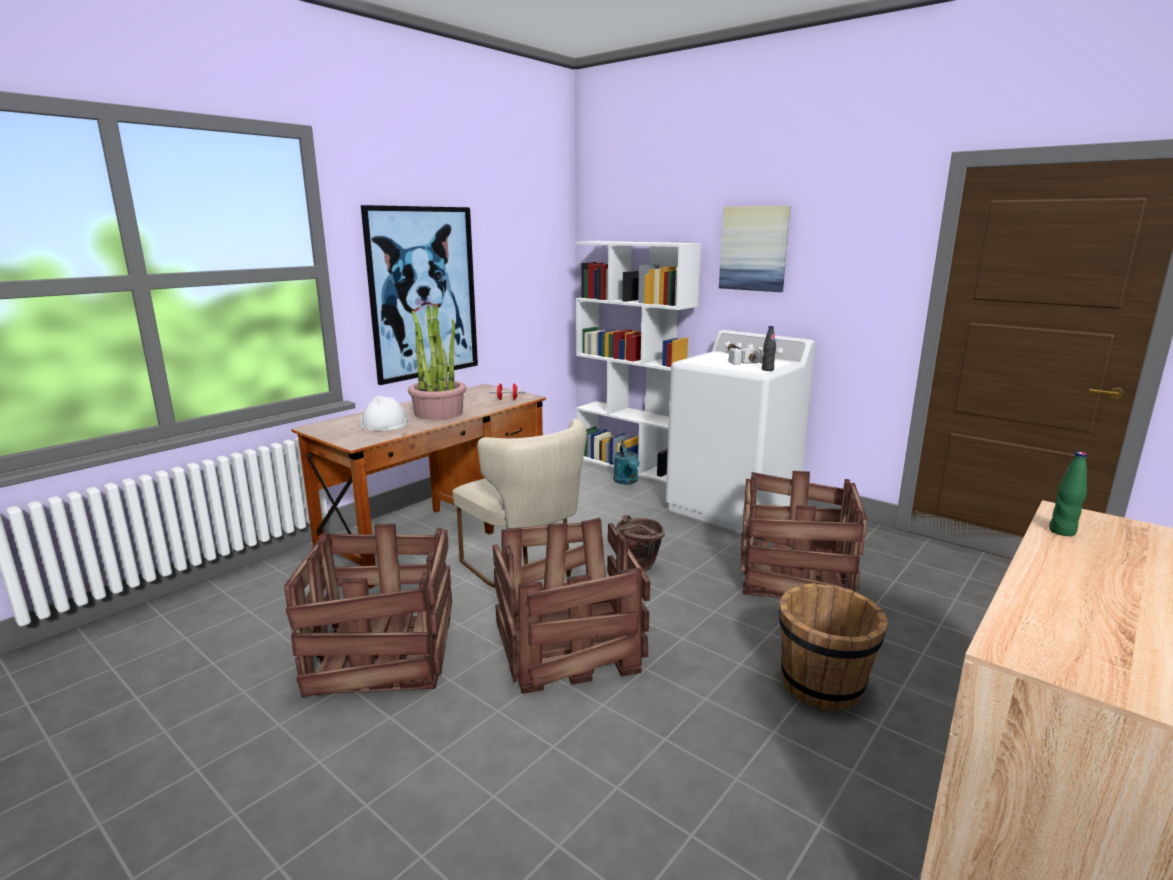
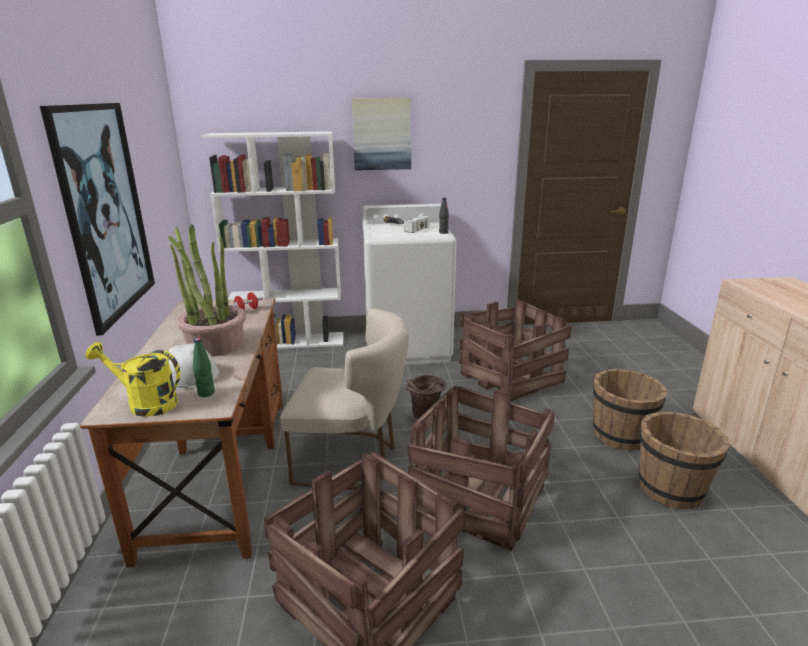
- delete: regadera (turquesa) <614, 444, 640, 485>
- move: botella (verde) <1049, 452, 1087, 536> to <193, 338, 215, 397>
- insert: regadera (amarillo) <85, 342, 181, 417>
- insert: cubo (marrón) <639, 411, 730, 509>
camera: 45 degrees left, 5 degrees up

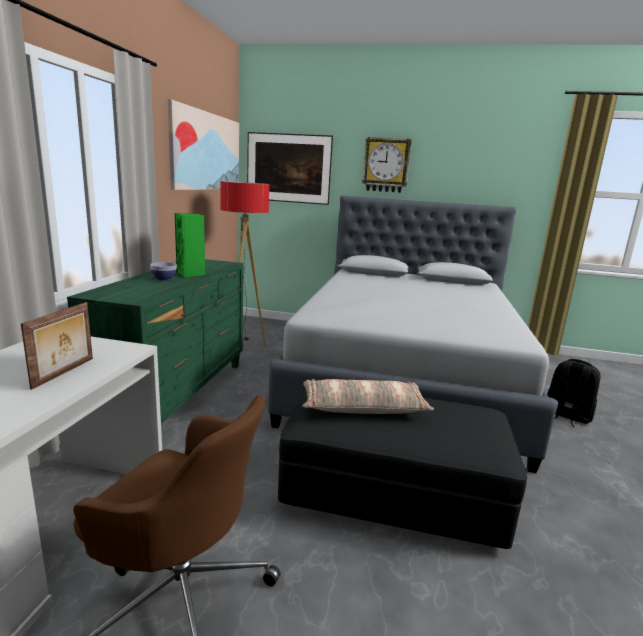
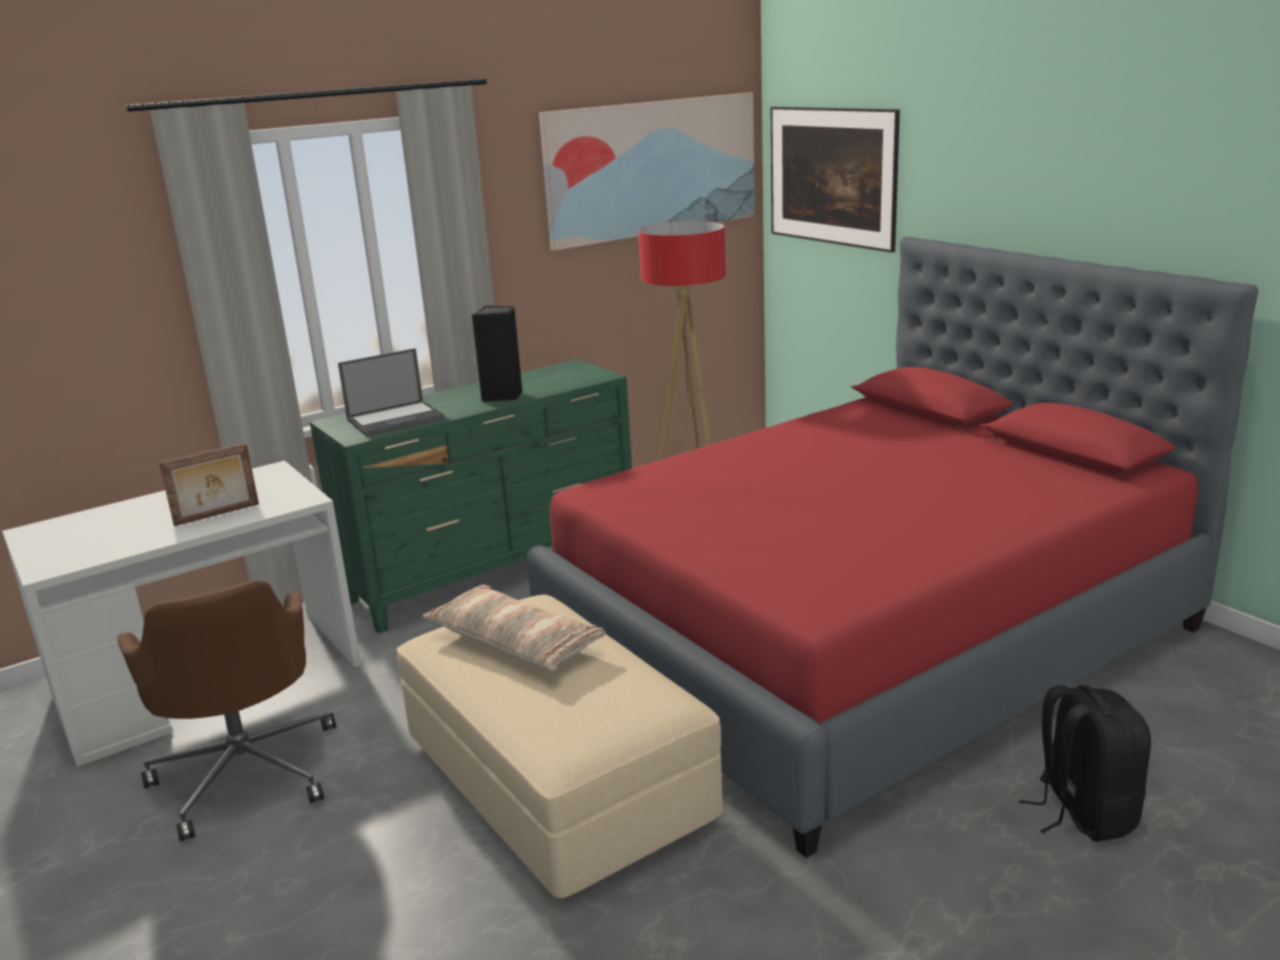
- delete: cuenco <150, 262, 177, 281>
- recolor: altavoz (verde) <175, 213, 205, 277> to altavoz (negro) <472, 306, 523, 402>
- recolor: cama (gris) <268, 195, 558, 473> to cama (rojo) <527, 236, 1258, 858>
- recolor: puf (negro) <278, 390, 527, 549> to puf (beis) <397, 594, 723, 898>
- delete: reloj de pared <362, 137, 412, 193>
- insert: portátil <338, 348, 445, 437>
camera: 45 degrees right, 5 degrees up

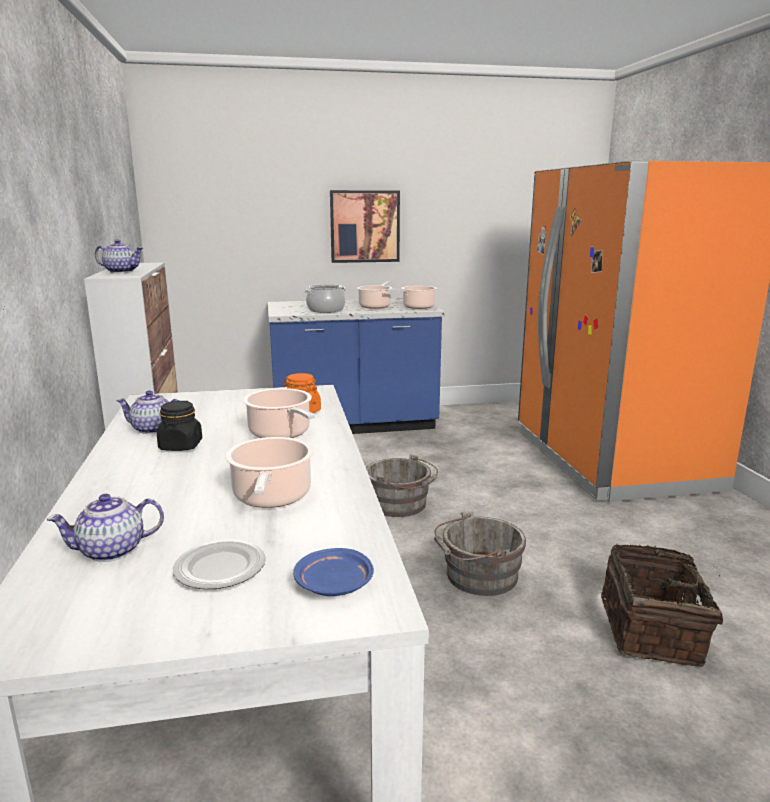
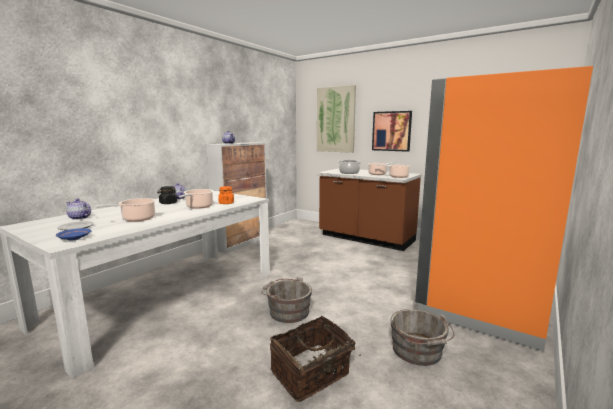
- recolor: mueble bajo de cocina (azul) <268, 298, 445, 434> to mueble bajo de cocina (marrón) <318, 169, 422, 251>
- move: cubo (gris) <366, 454, 438, 517> to <390, 309, 454, 366>
- insert: cuadro <317, 85, 356, 153>
camera: 45 degrees right, 5 degrees down

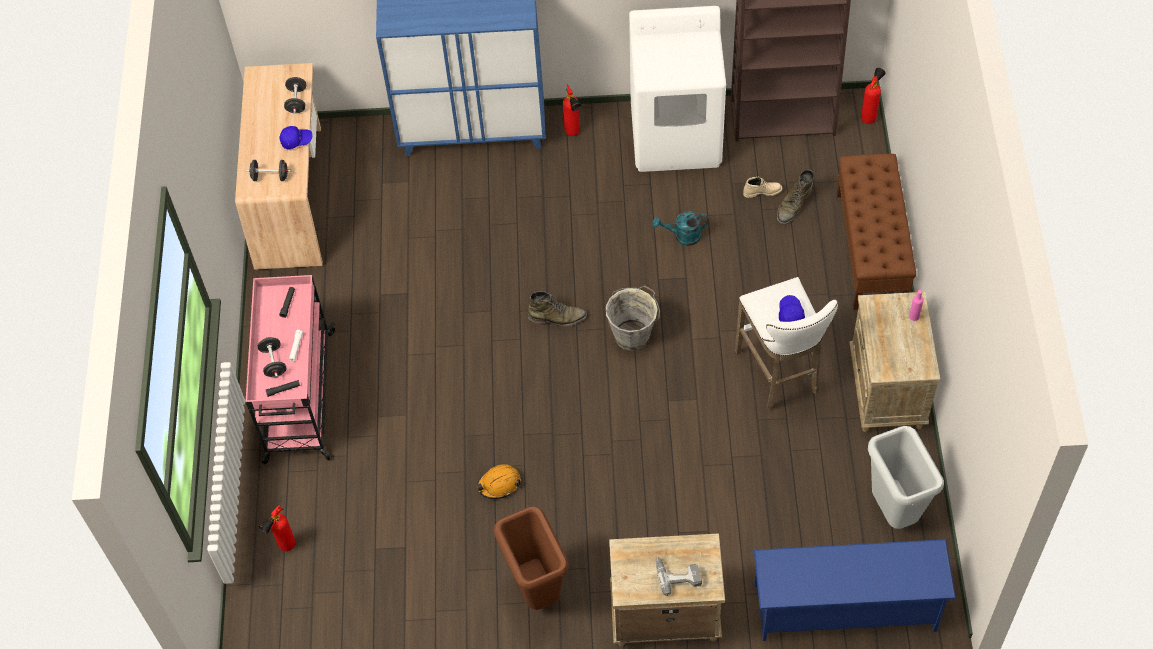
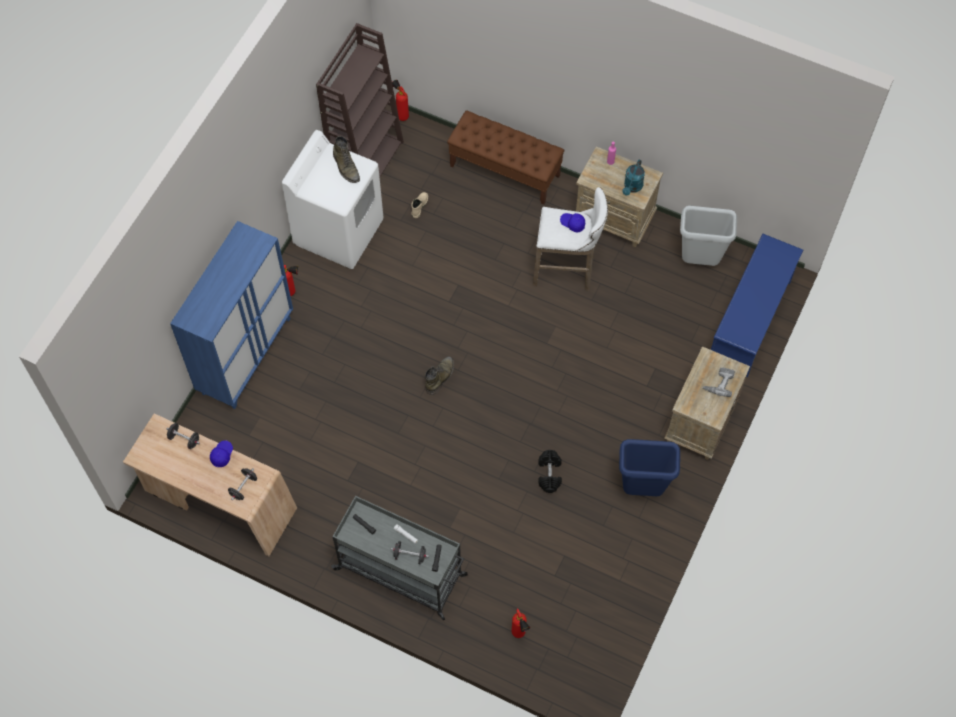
- recolor: carrito (rosa) <245, 275, 335, 464> to carrito (gris) <331, 496, 468, 621>
- replace: casco (naranja) <476, 464, 521, 499> to mancuerna (negro) <538, 450, 562, 493>
- recolor: papelera (marrón) <494, 506, 569, 610> to papelera (azul) <619, 439, 680, 496>
- delete: cubo (gris) <606, 285, 660, 351>
- move: regadera (turquesa) <653, 211, 708, 246> to <622, 160, 645, 195>
- move: bota (verde) <777, 170, 814, 225> to <333, 136, 360, 183>
camera: 65 degrees left, 5 degrees up

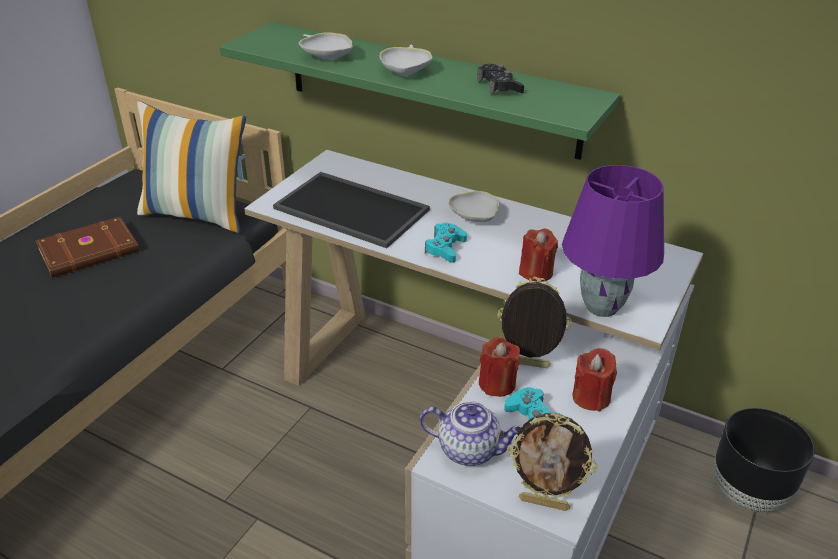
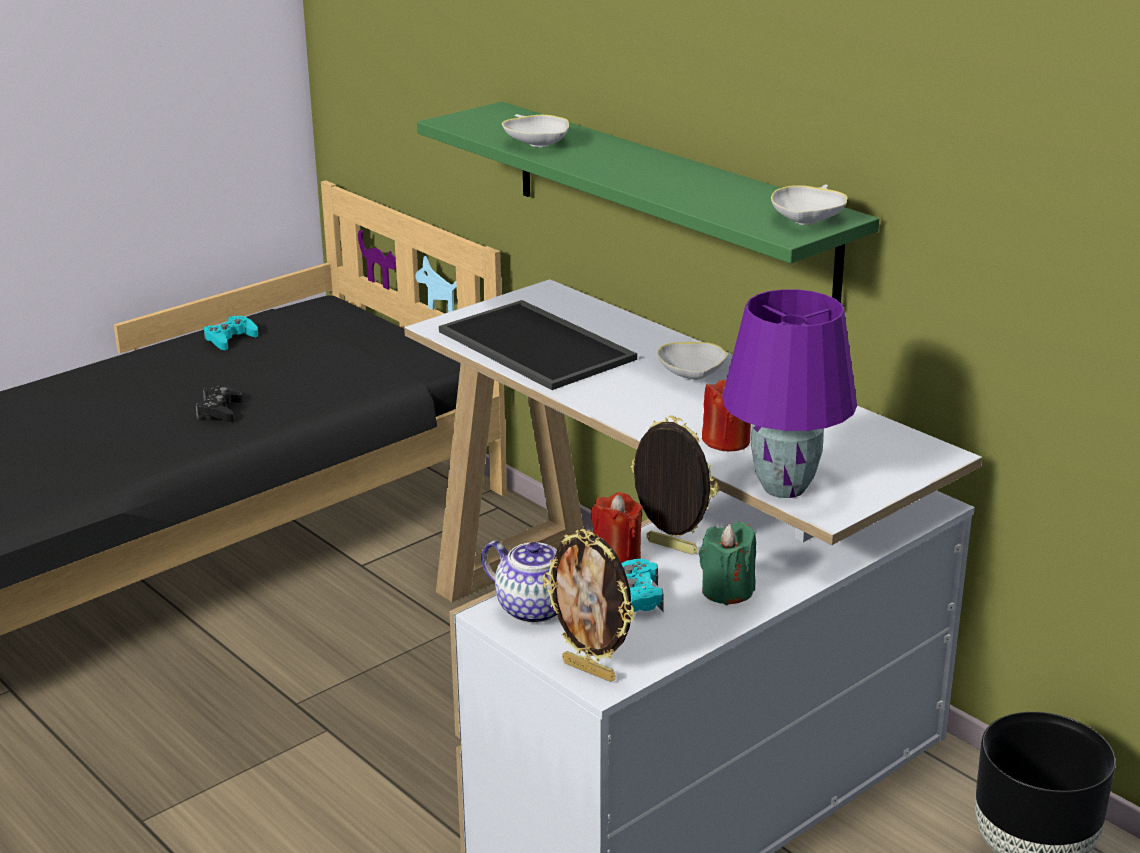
- delete: libro (marrón) <36, 217, 139, 278>
- delete: cojín <137, 101, 246, 233>
- move: cuenco (blanco) <380, 45, 432, 76> to <771, 185, 847, 225>
- move: mando de consola (turquesa) <425, 223, 467, 263> to <204, 316, 258, 350>
- move: mando de consola (negro) <477, 64, 524, 95> to <196, 385, 243, 422>
- recolor: vela (rojo) <572, 348, 617, 412> to vela (verde) <699, 522, 756, 605>
camera: 20 degrees right, 10 degrees down

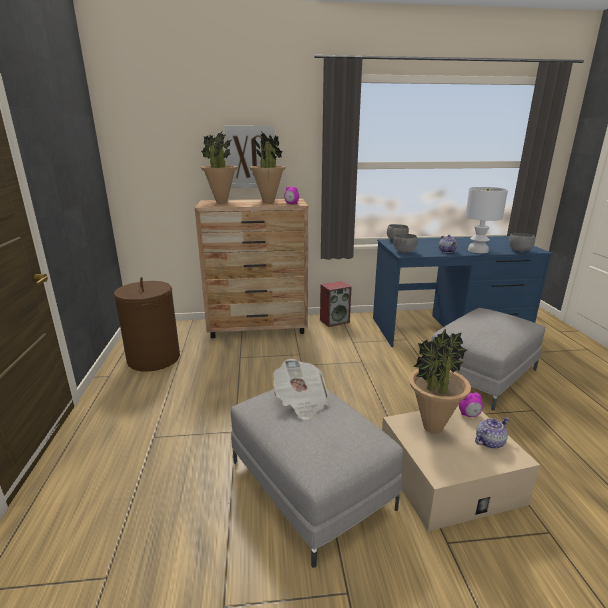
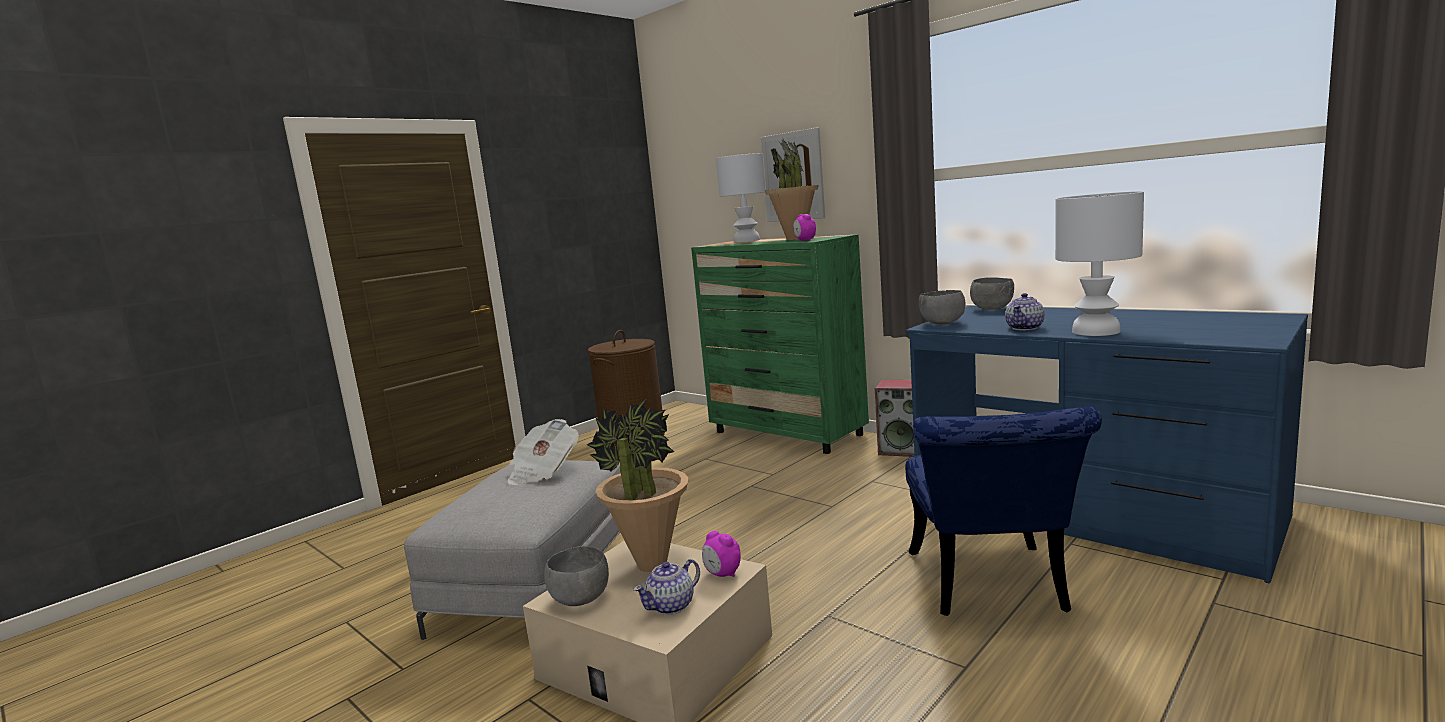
- recolor: cómoda (marrón) <195, 199, 308, 338> to cómoda (verde) <691, 235, 869, 454>
- replace: planta en maceta <201, 132, 237, 203> to lámpara de mesa (blanco) <716, 153, 766, 242>
- replace: puf (gris) <431, 308, 545, 411> to silla (azul) <905, 407, 1102, 616>
- rotate: tetera <475, 417, 509, 449> = <633, 559, 700, 615> 120 degrees clockwise
- move: cuenco (gris) <509, 233, 535, 252> to <544, 546, 609, 606>
camera: 50 degrees right, 10 degrees down

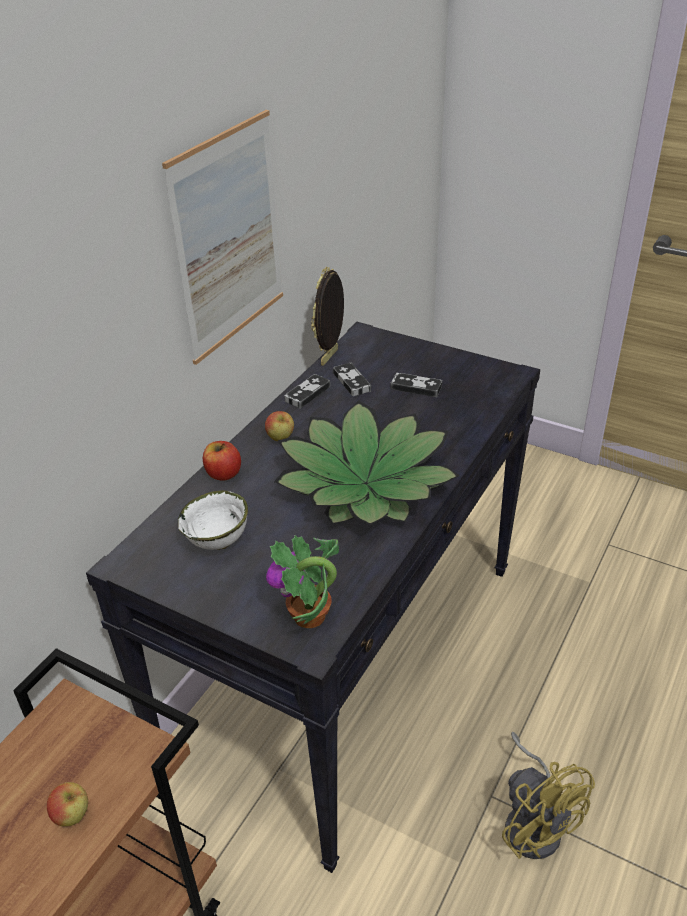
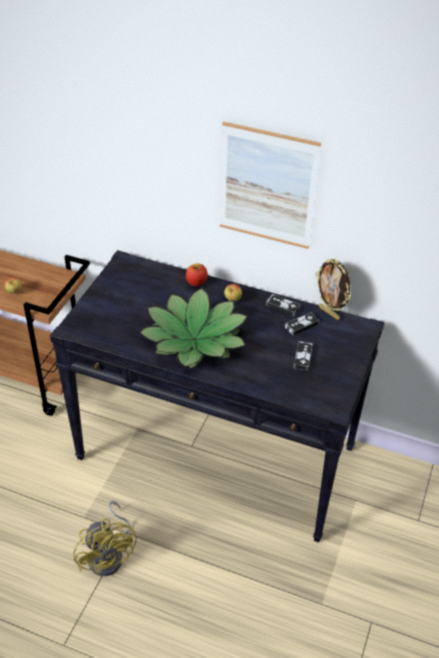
- delete: cuenco (blanco) <178, 490, 248, 550>
- delete: planta en maceta <266, 535, 339, 628>
- rotate: portarretratos <311, 267, 344, 366> = <316, 259, 351, 320> 150 degrees counterclockwise
- rotate: ventilador (amarillo) <502, 732, 595, 859> = <73, 501, 137, 576> 75 degrees counterclockwise
camera: 80 degrees right, 5 degrees up

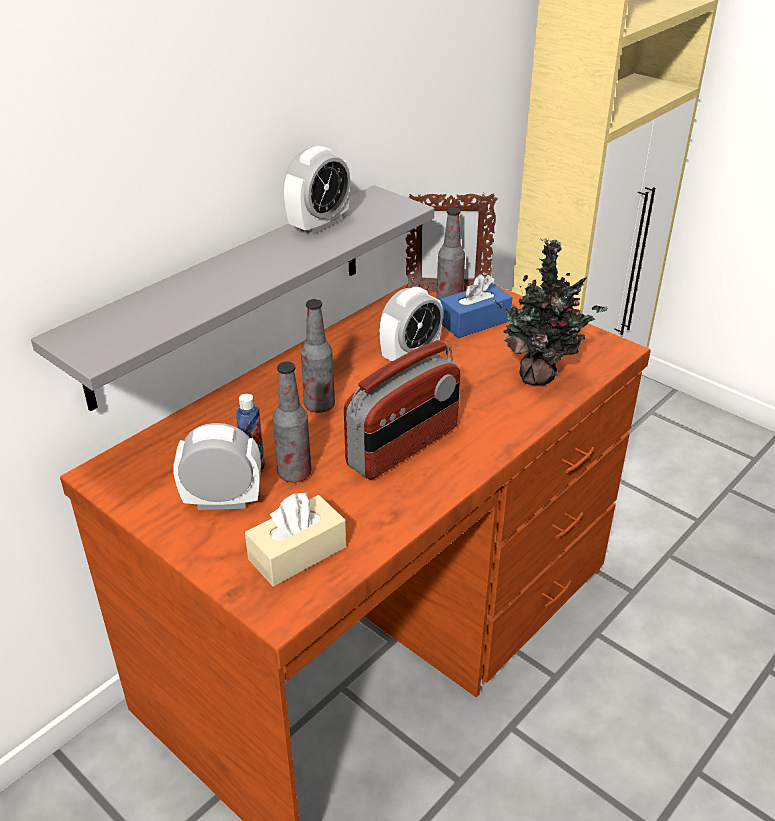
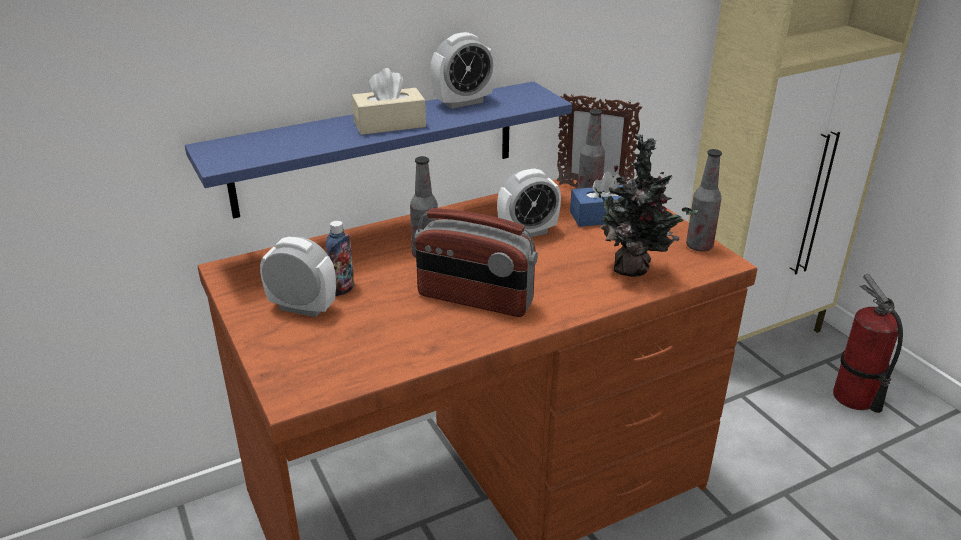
- recolor: estante (gris) <31, 185, 434, 411> to estante (azul) <185, 81, 572, 219>
- move: caja de pañuelos (beis) <245, 492, 346, 586> to <352, 68, 426, 135>
- move: botella <273, 362, 311, 482> to <686, 149, 722, 252>
- rotate: radio <344, 340, 460, 480> = <415, 208, 538, 317> 45 degrees clockwise
- insert: extintor <833, 274, 903, 413>
camera: 20 degrees right, 5 degrees down

